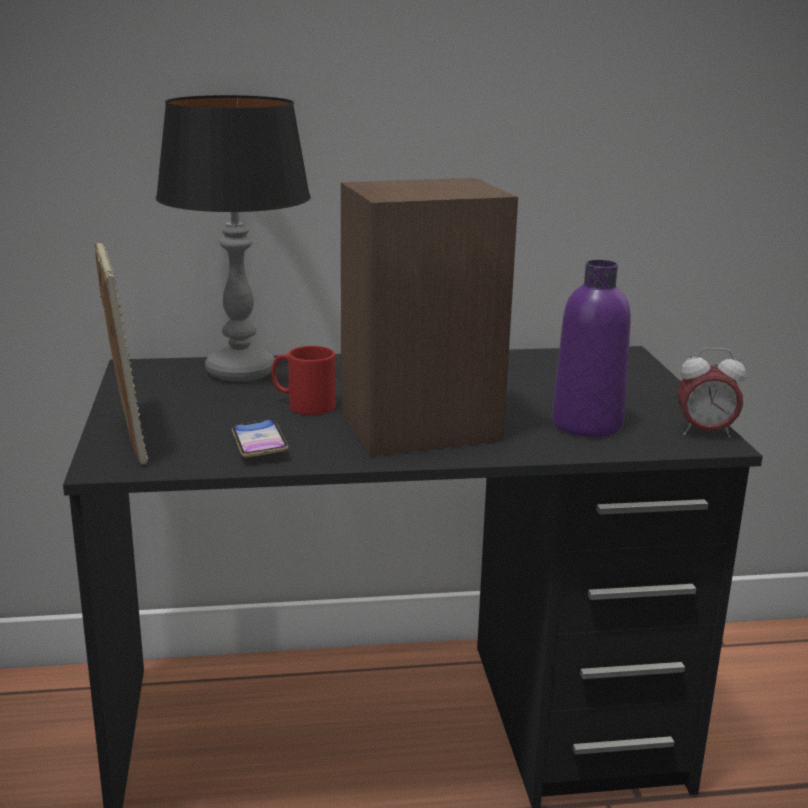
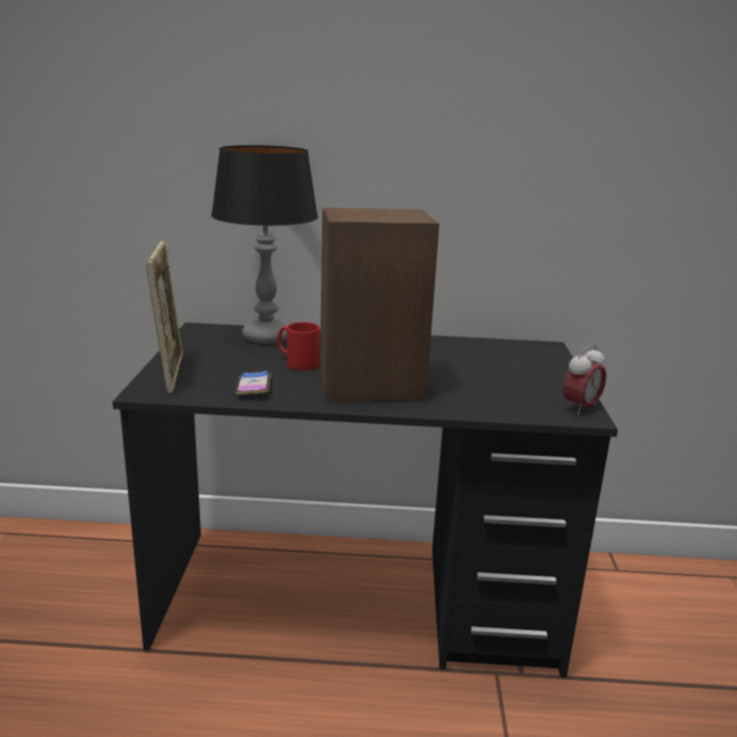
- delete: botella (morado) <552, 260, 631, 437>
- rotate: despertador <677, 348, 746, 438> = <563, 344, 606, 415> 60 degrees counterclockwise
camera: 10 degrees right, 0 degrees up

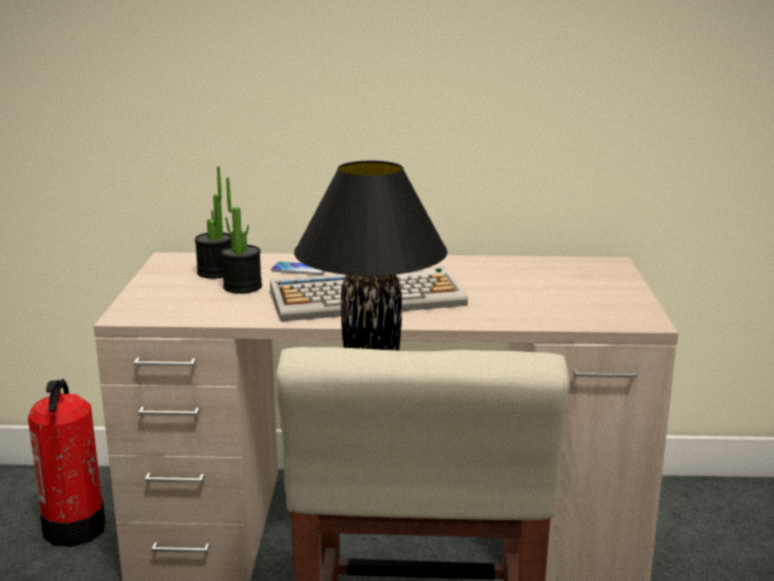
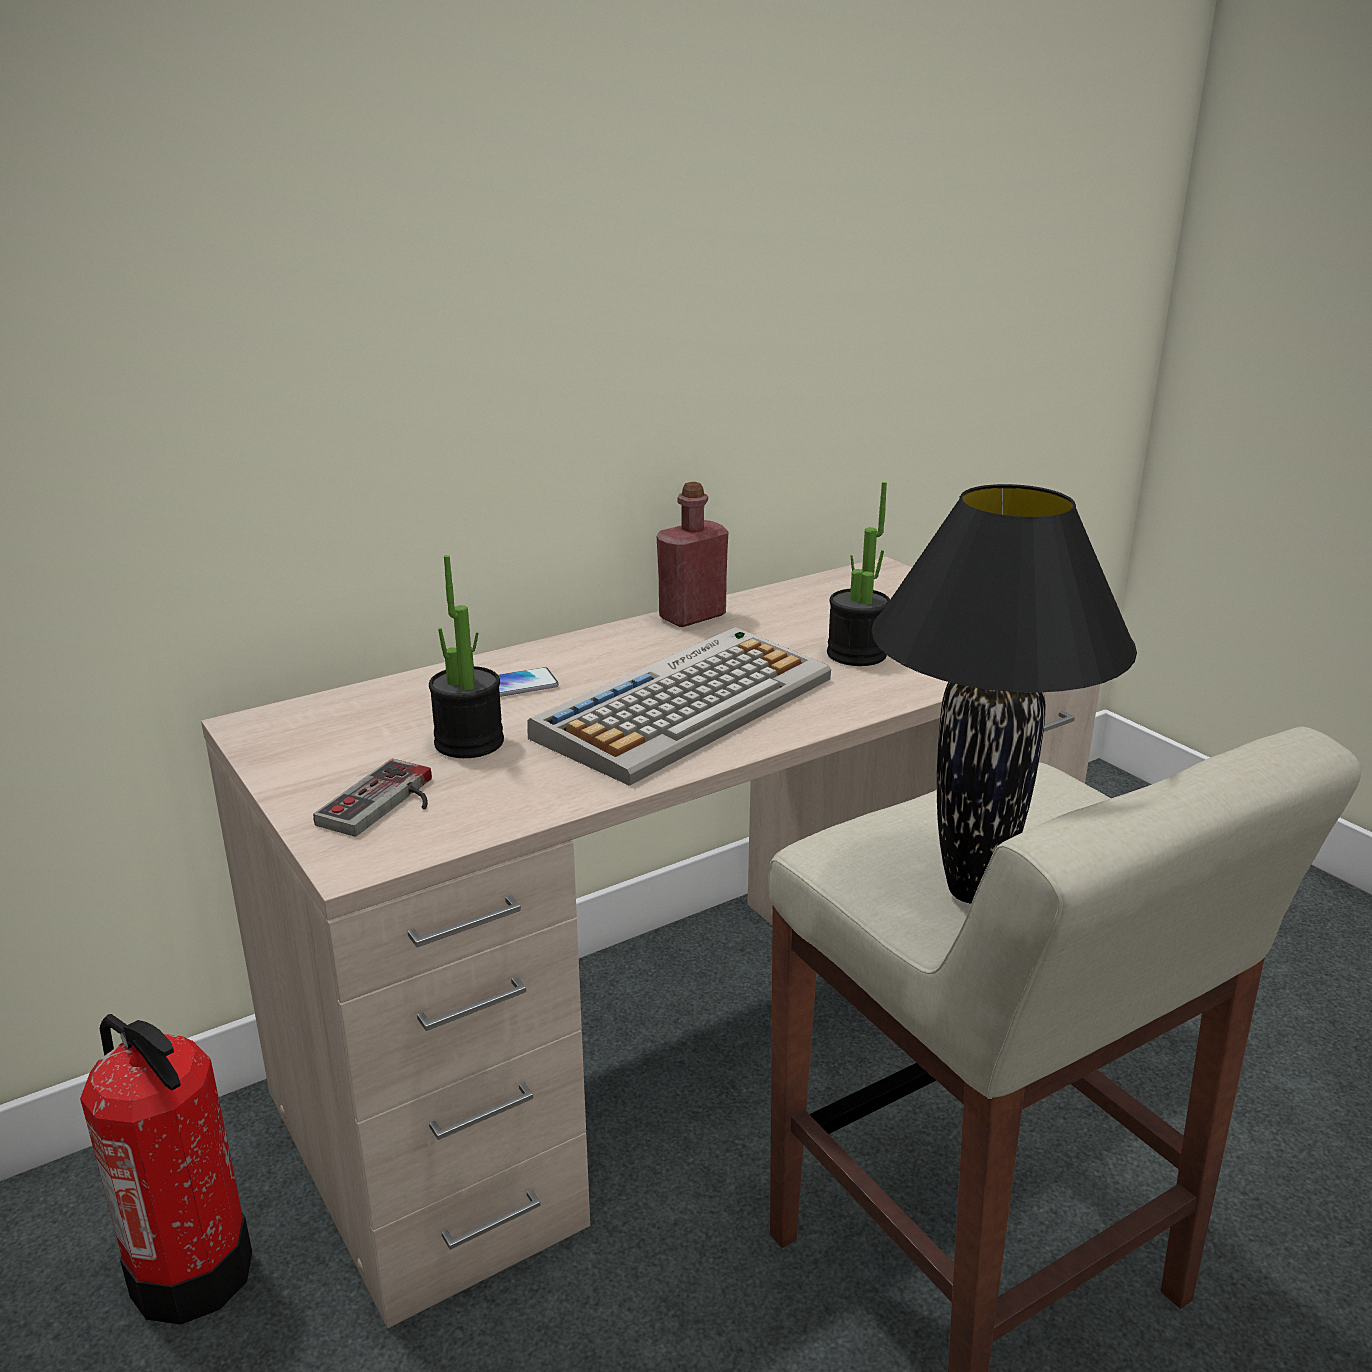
- move: planta en maceta <195, 166, 232, 279> to <827, 482, 890, 666>
- insert: mando de consola <313, 759, 432, 836>
- insert: botella (rojo) <657, 482, 729, 627>
camera: 35 degrees left, 5 degrees up

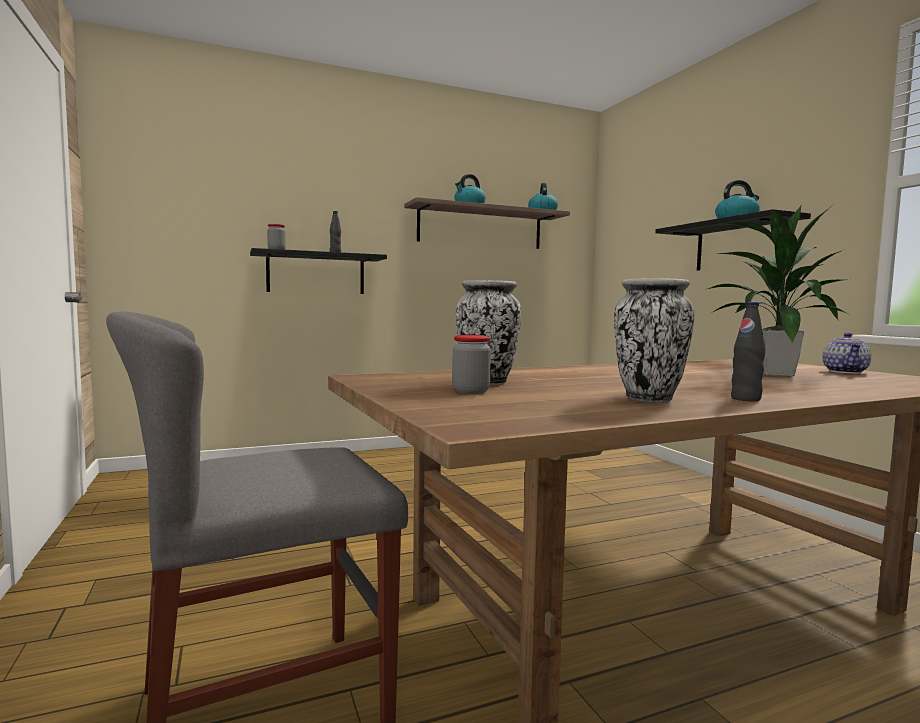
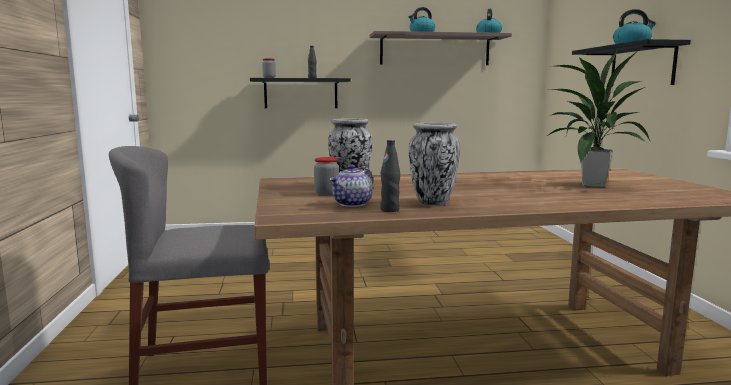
- move: botella (negro) <731, 302, 765, 401> to <380, 140, 400, 212>
- move: tetera <823, 333, 871, 374> to <329, 165, 373, 207>
camera: 15 degrees right, 5 degrees up

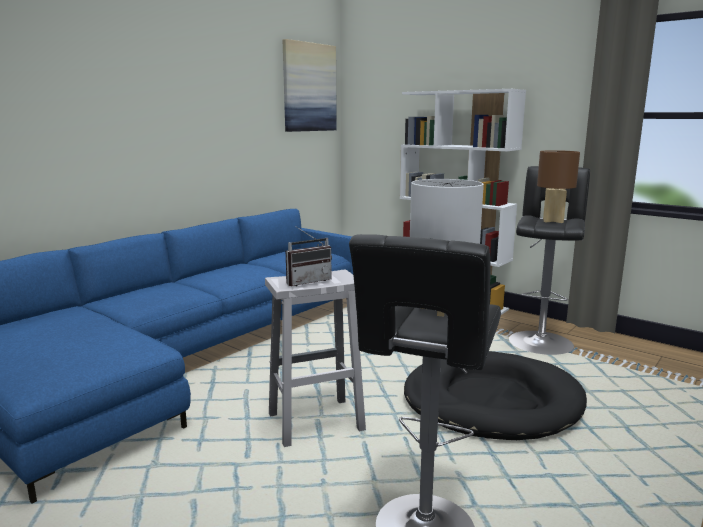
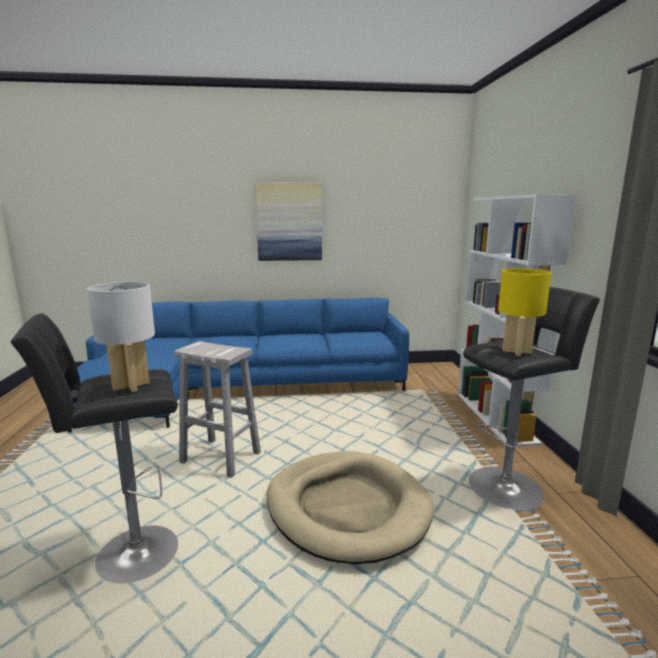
- move: cuadro <283, 39, 337, 132> to <255, 182, 322, 261>
- delete: radio <286, 226, 332, 286>
- recolor: cama para perro (negro) <404, 351, 587, 440> to cama para perro (beis) <267, 451, 434, 564>
- recolor: lámpara de mesa (marrón) <537, 150, 580, 223> to lámpara de mesa (amarillo) <498, 268, 551, 356>
camera: 45 degrees right, 0 degrees up

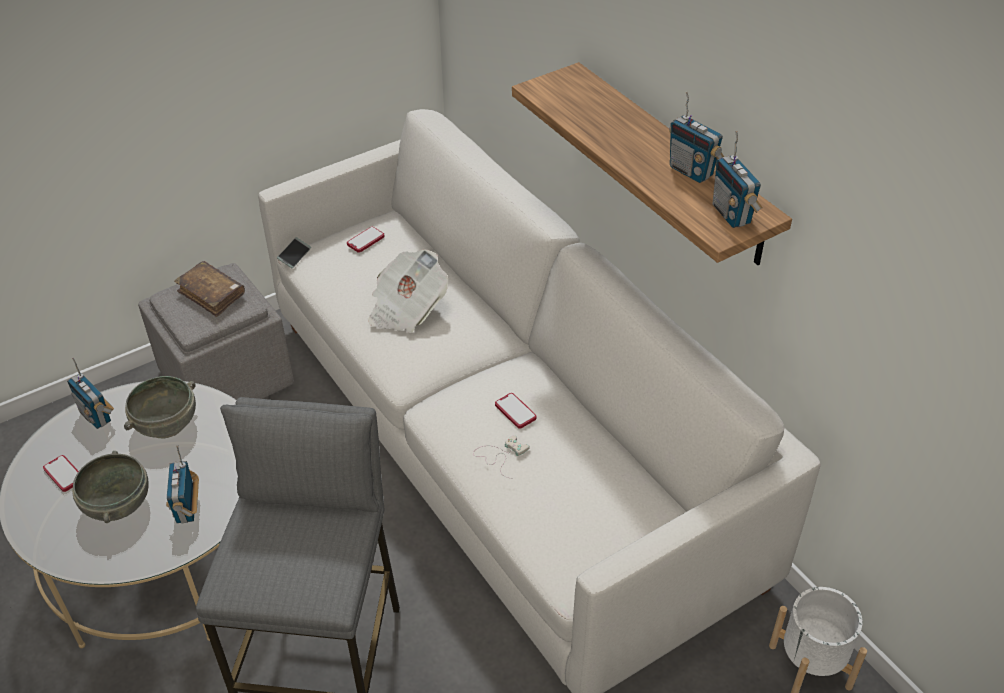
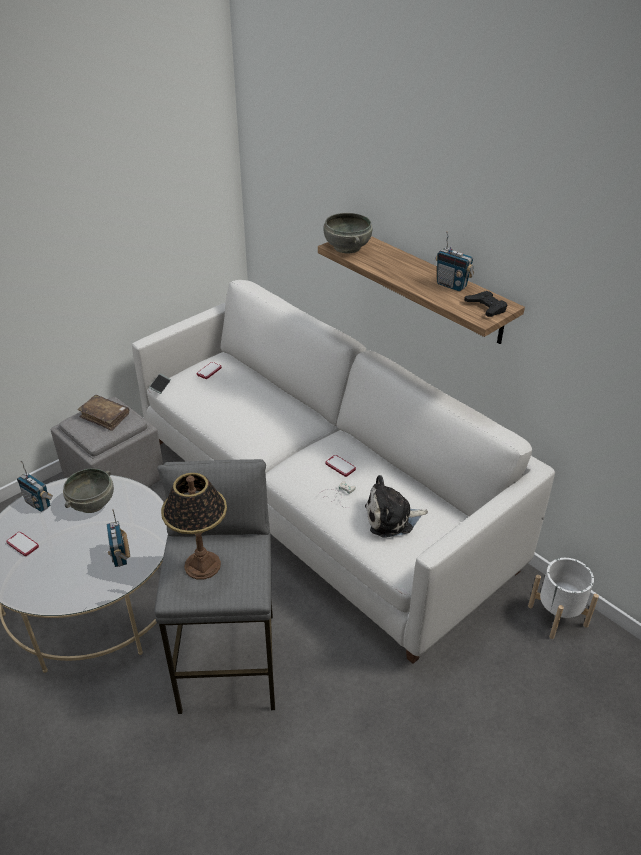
- move: cuenco (gris) <72, 451, 149, 523> to <324, 213, 372, 254>
- delete: periódico <368, 250, 448, 333>
- replace: radio <713, 131, 763, 228> to mando de consola (negro) <464, 291, 507, 317>
- insert: lámpara de mesa <161, 473, 227, 580>
- insert: peluche <365, 475, 428, 537>
camera: 10 degrees left, 5 degrees down

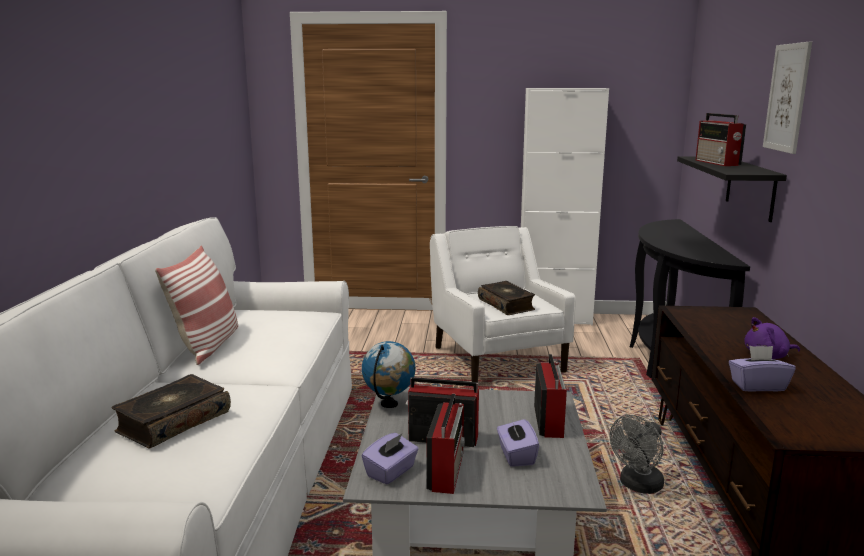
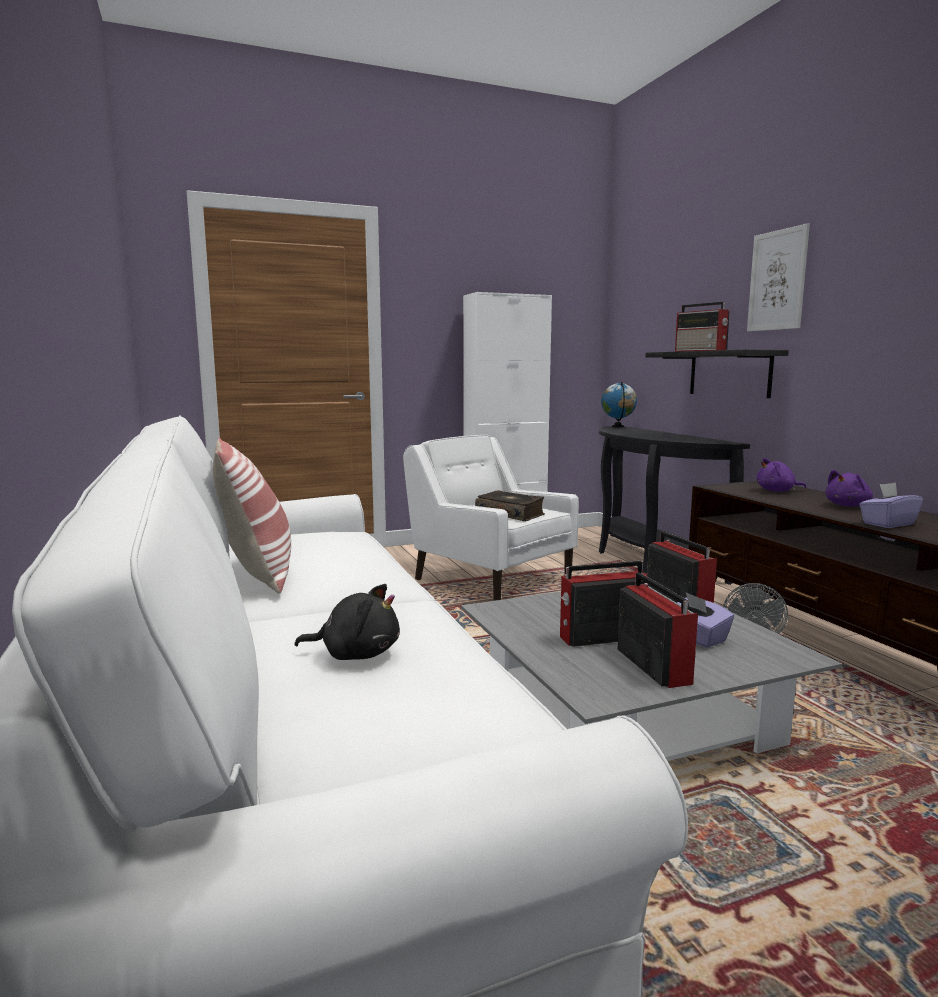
- replace: libro <111, 374, 231, 448> to peluche (negro) <295, 584, 400, 660>
- move: globo terráqueo <362, 341, 416, 408> to <601, 382, 637, 427>
- delete: caja de pañuelos (morado) <362, 433, 419, 485>
- insert: peluche (morado) <756, 458, 806, 492>
camera: 25 degrees left, 5 degrees down

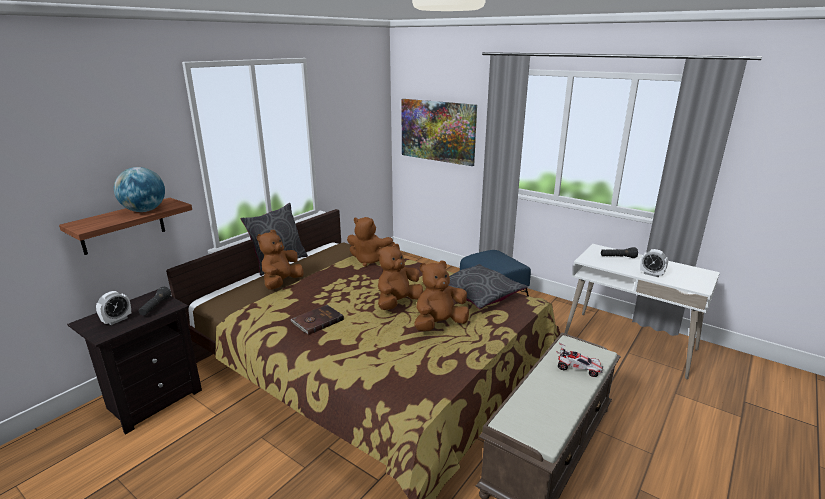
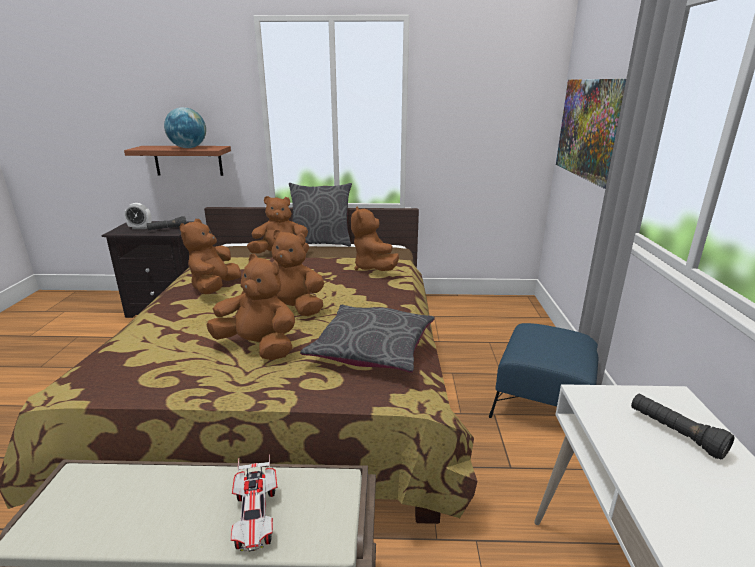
- replace: libro (marrón) <291, 305, 344, 335> to peluche (marrón) <180, 219, 241, 294>
- delete: despertador <640, 249, 668, 277>
camera: 55 degrees right, 0 degrees up

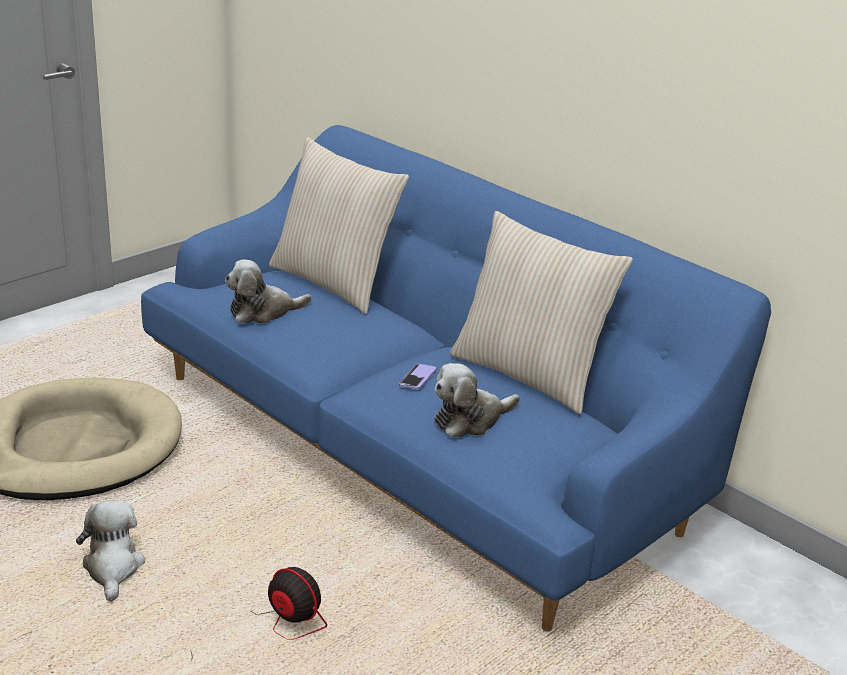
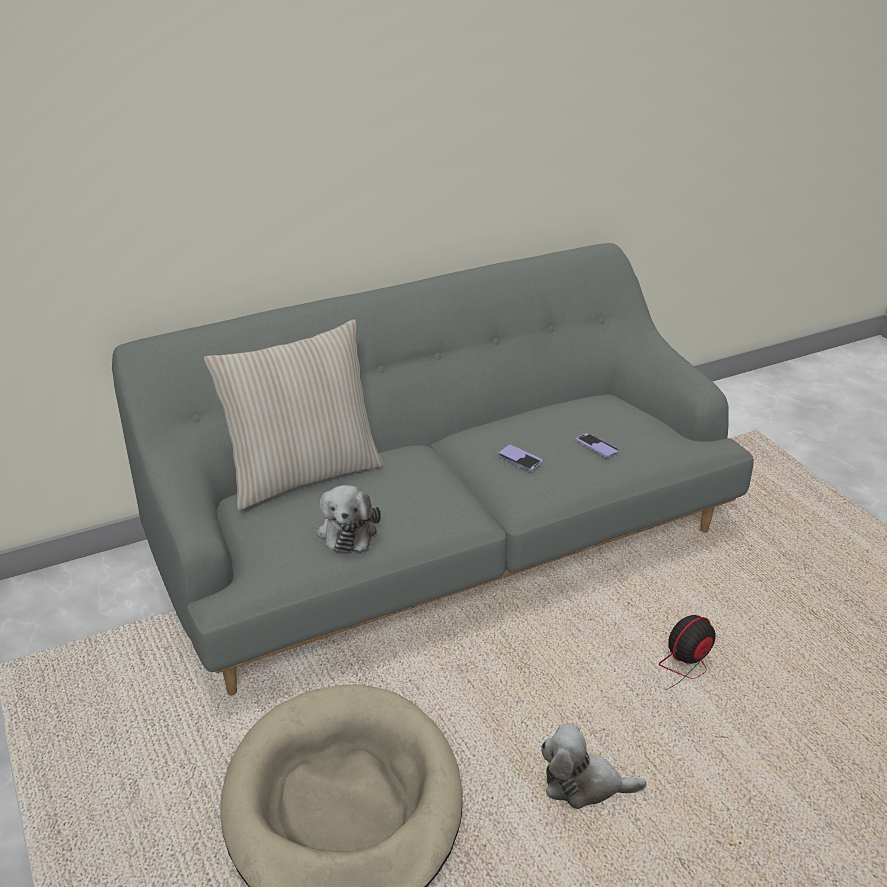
- recolor: sofá (azul) <141, 125, 771, 632> to sofá (gris) <112, 243, 754, 695>
- replace: peluche <434, 363, 520, 437> to móvil <576, 433, 619, 457>
- delete: cojín (beis) <450, 211, 633, 414>
camera: 70 degrees left, 5 degrees up

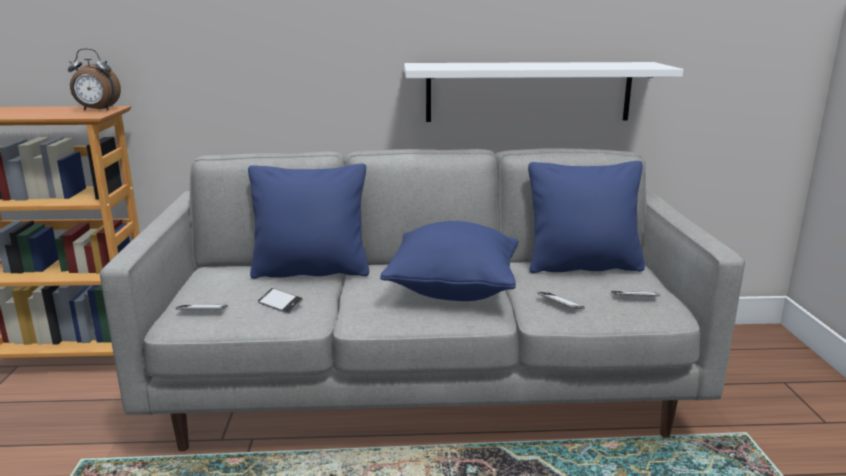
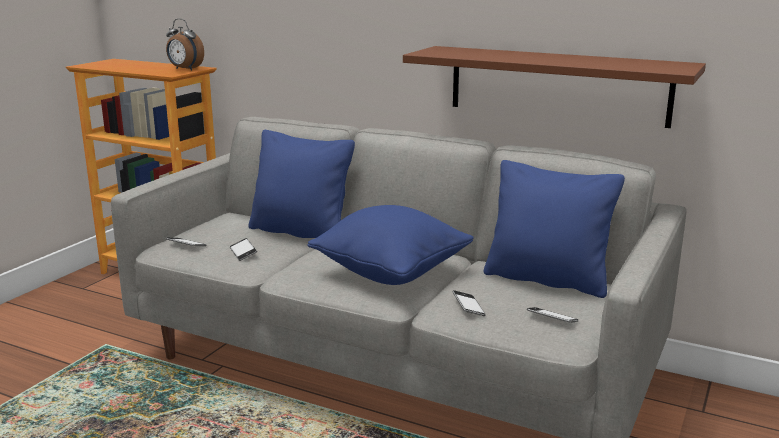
- recolor: estante (blanco) <404, 62, 683, 122> to estante (marrón) <403, 46, 706, 128>
camera: 30 degrees right, 0 degrees up

